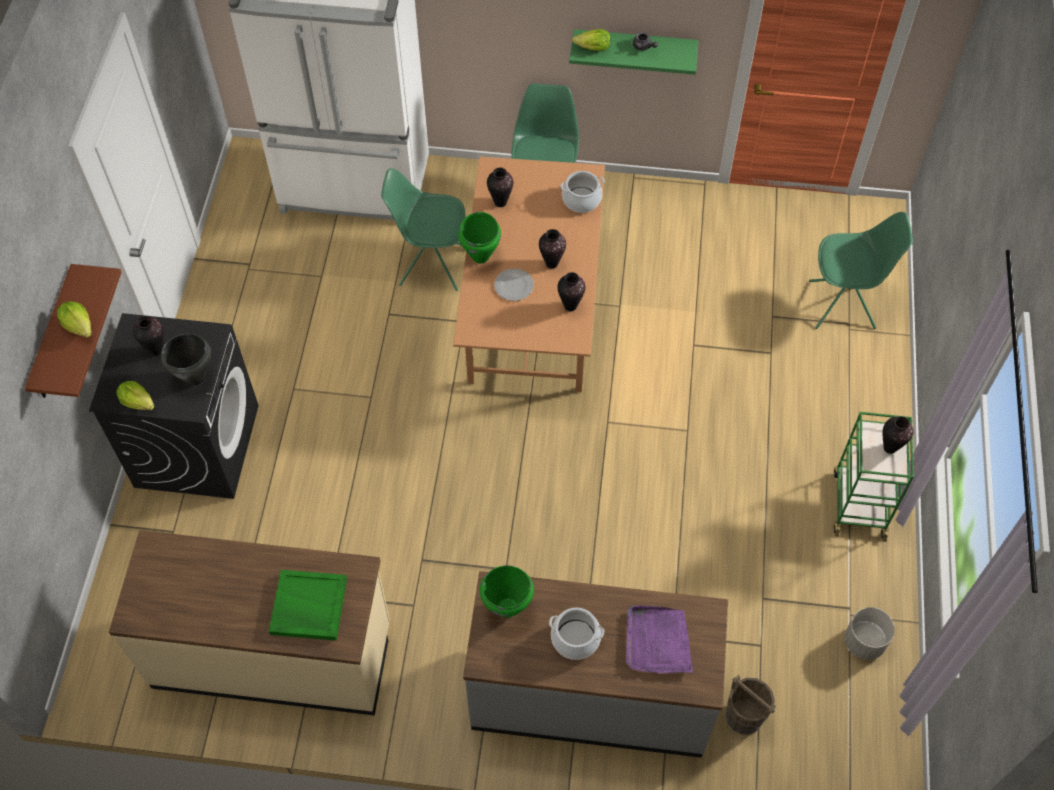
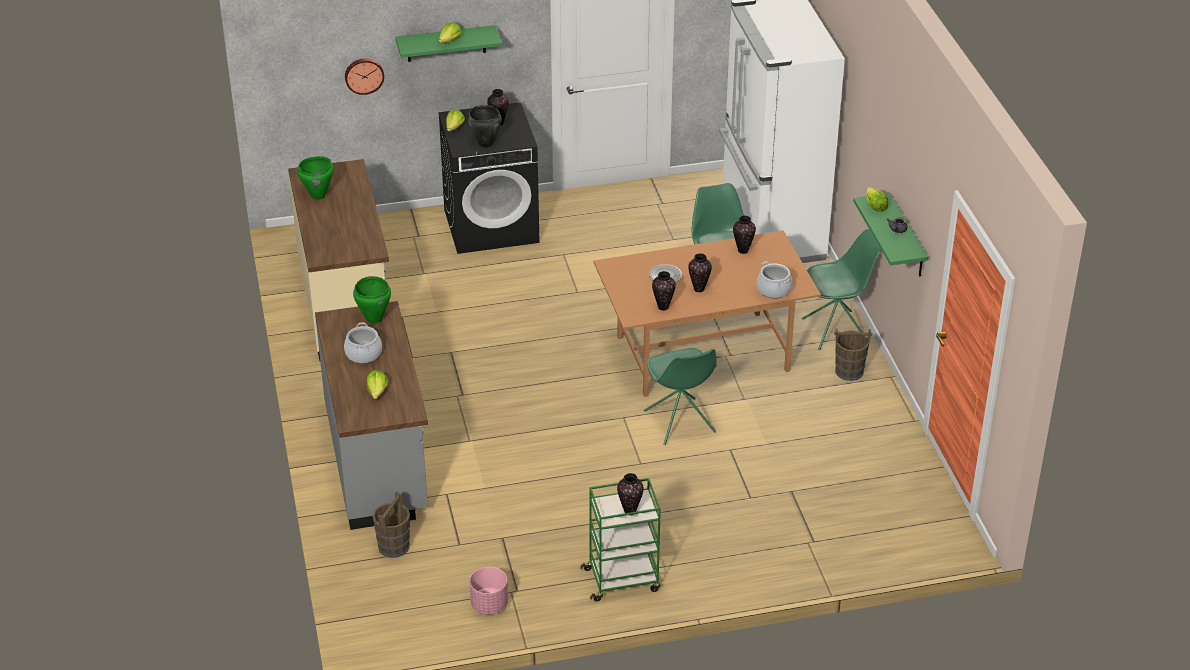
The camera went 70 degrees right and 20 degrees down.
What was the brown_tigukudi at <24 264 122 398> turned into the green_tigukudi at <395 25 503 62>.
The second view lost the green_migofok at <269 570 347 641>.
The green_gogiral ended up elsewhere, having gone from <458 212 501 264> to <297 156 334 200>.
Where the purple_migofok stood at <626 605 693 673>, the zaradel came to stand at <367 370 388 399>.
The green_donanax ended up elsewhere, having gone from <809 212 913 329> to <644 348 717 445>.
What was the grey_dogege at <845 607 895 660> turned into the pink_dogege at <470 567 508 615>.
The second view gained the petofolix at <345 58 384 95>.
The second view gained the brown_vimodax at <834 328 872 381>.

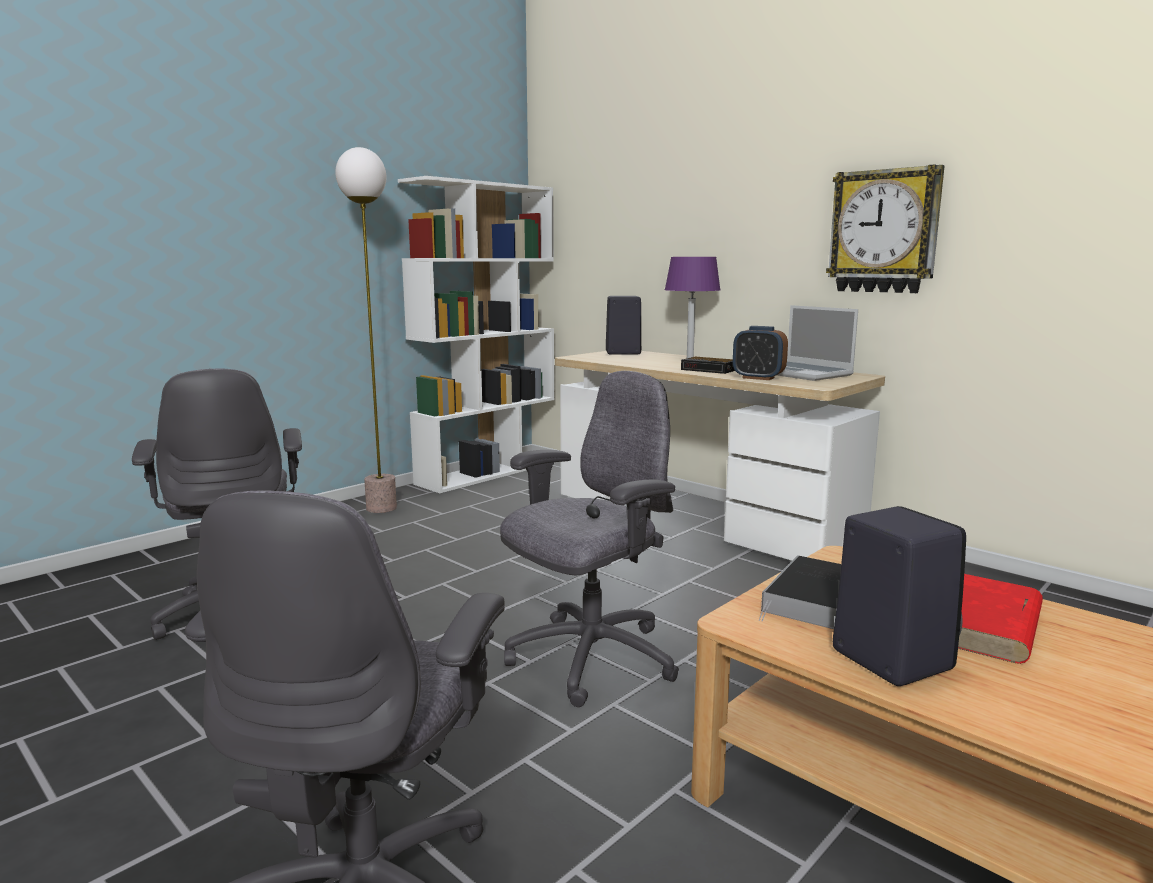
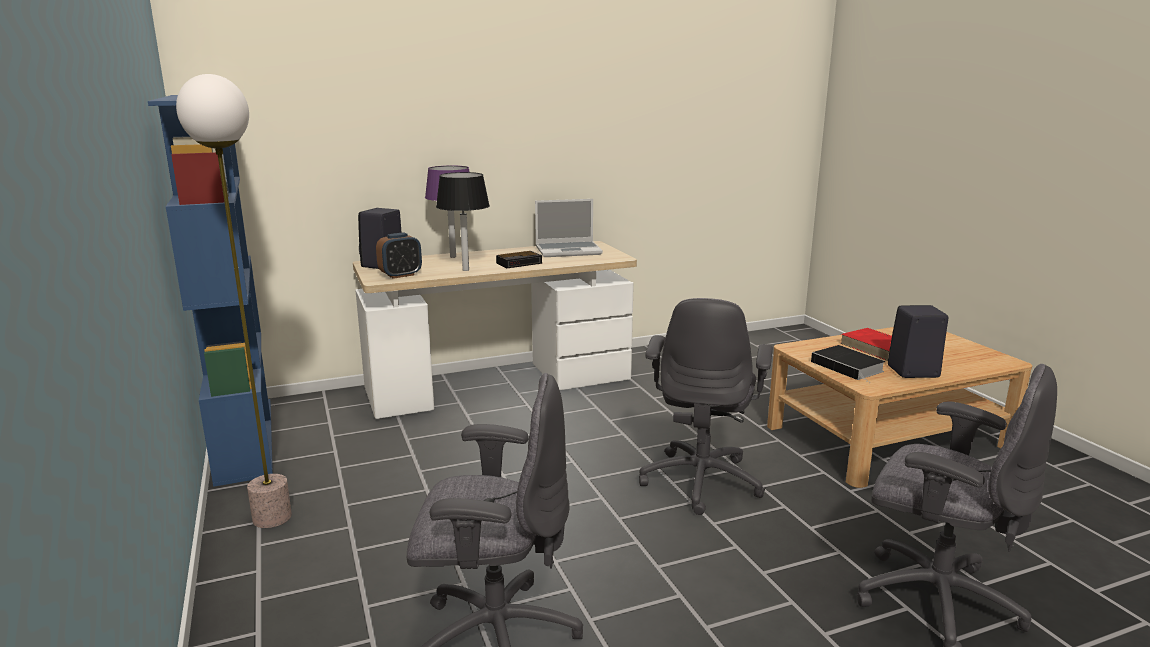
The camera went 65 degrees left and 5 degrees up.
What was the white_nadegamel at <398 176 555 493> turned into the blue_nadegamel at <148 95 273 487>.
The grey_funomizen at <500 371 679 707> ended up facing another way, 150 degrees counterclockwise from before.
The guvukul ended up elsewhere, having gone from <733 326 788 380> to <376 232 422 279>.
The second view lost the petofolix at <826 164 945 293>.
The second view gained the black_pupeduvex at <436 172 490 271>.

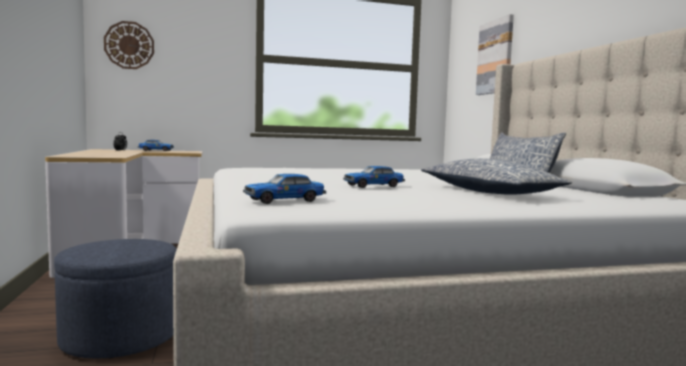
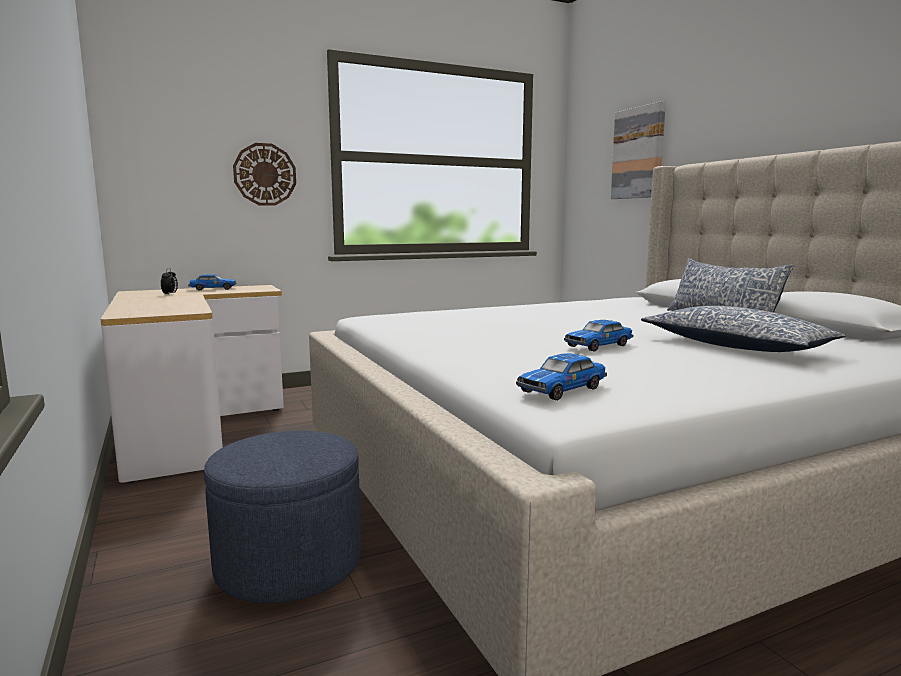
The camera went 10 degrees left and 5 degrees up.
The petofolix ended up elsewhere, having gone from <104 21 154 69> to <233 143 296 206>.

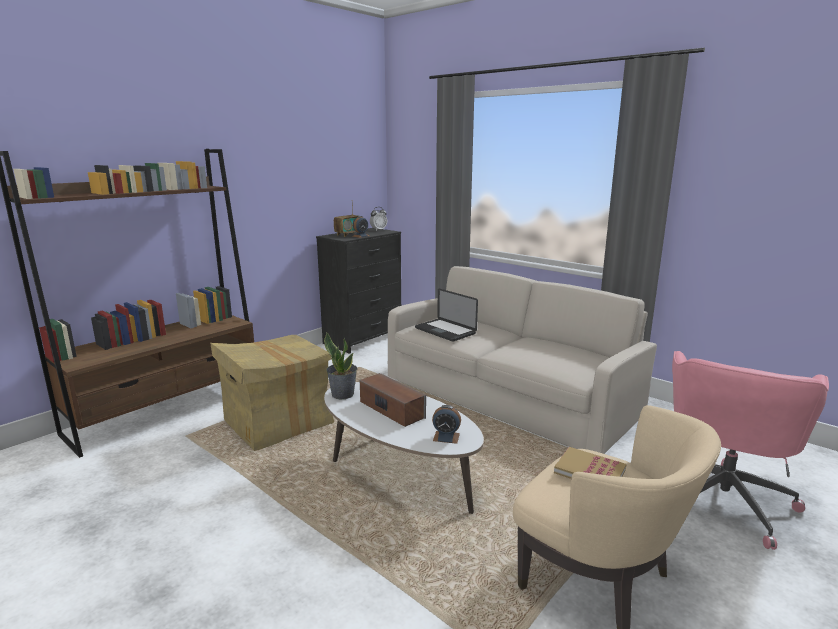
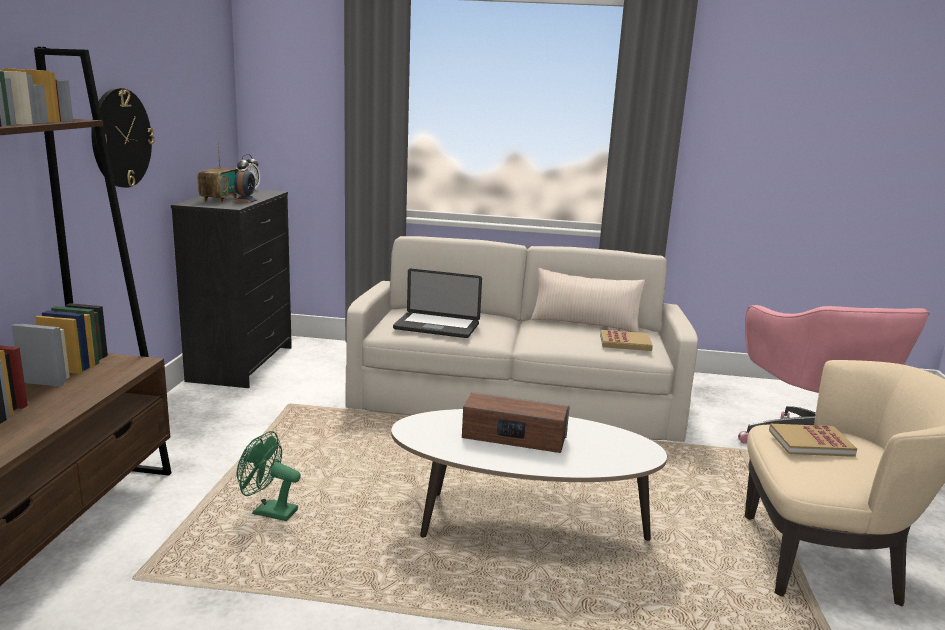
The camera went 35 degrees left and 0 degrees up.
Where the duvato stood at <210 335 334 451>, the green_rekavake came to stand at <237 431 301 521>.
The second view lost the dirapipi at <324 332 357 399>.
The second view lost the guvukul at <432 405 461 444>.
The second view gained the petofolix at <91 88 155 188>.
The second view gained the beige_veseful at <531 268 645 333>.
The second view gained the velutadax at <600 330 653 351>.

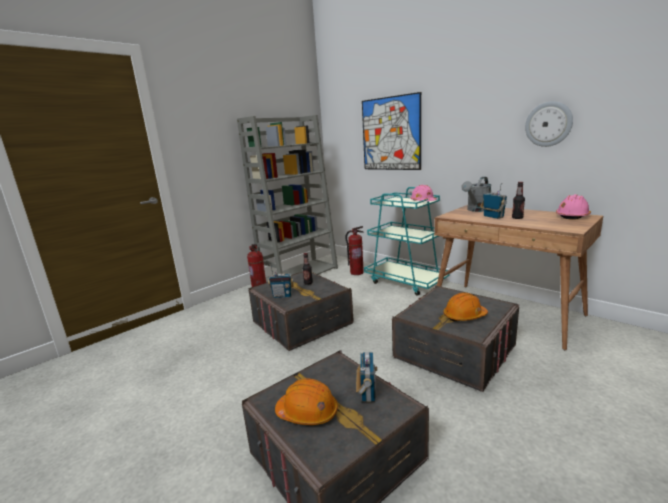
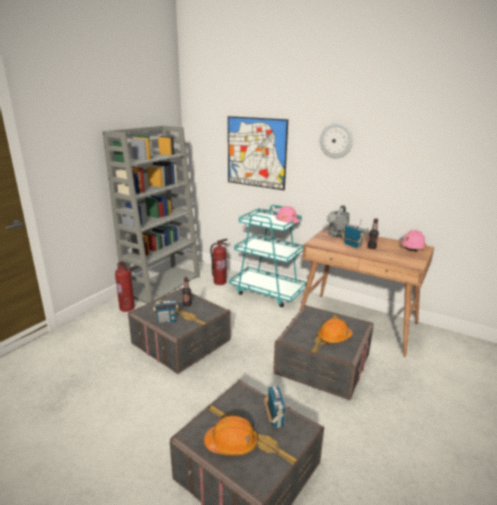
The camera went 15 degrees left and 5 degrees up.
The petofolix ended up elsewhere, having gone from <525 101 573 147> to <320 123 353 158>.

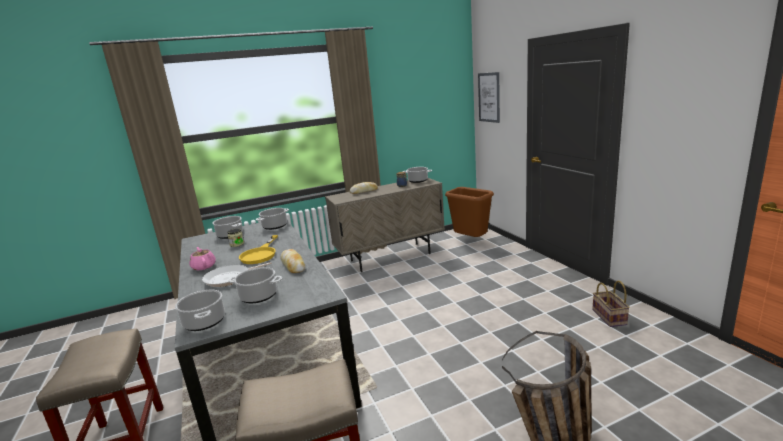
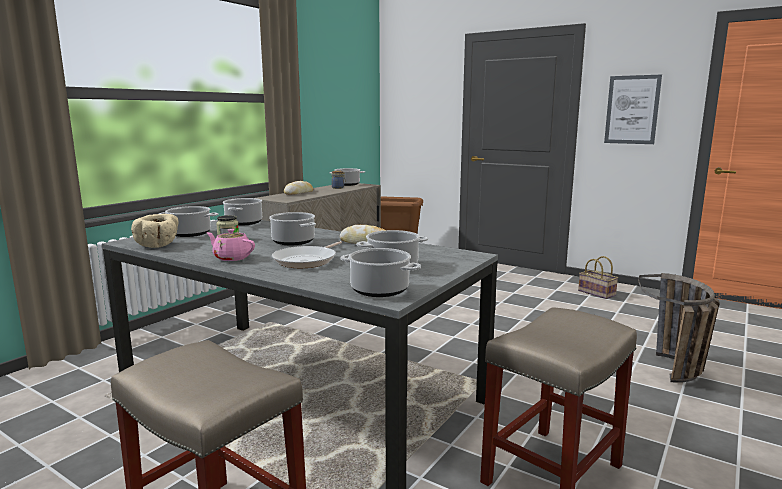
The camera went 35 degrees left and 5 degrees down.
Where the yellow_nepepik stood at <239 235 278 264>, the gogiral came to stand at <269 212 316 245>.
The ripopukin ended up elsewhere, having gone from <478 72 500 123> to <604 74 662 144>.
The second view gained the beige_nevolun at <131 214 179 248>.

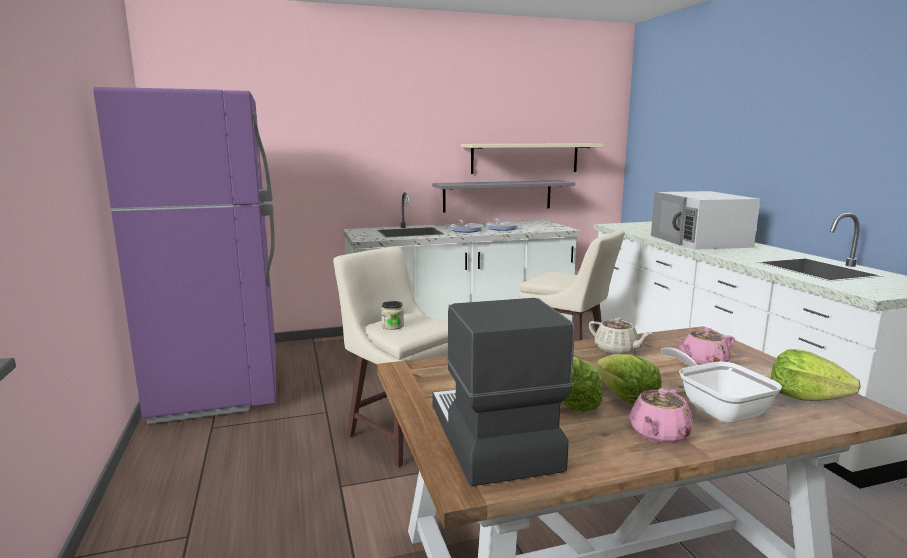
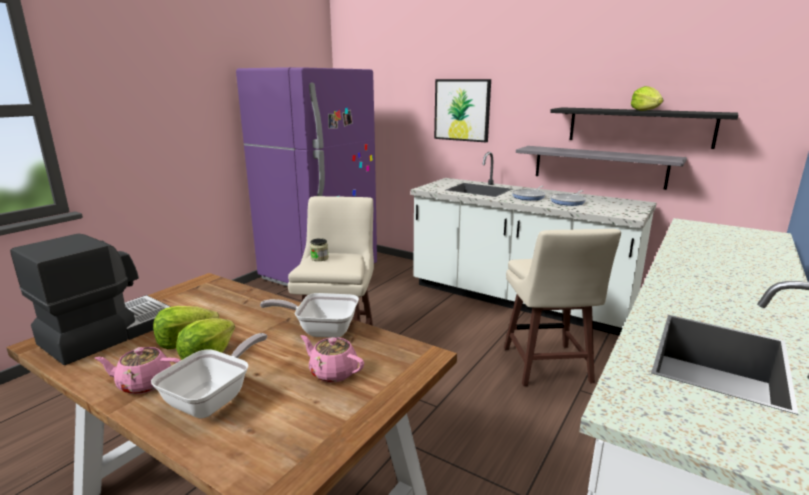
The camera went 50 degrees right and 5 degrees up.
What was the beige_tigukudi at <461 143 603 174> turned into the black_tigukudi at <550 107 738 149>.
Where the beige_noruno stood at <589 317 653 354>, the nepepik came to stand at <260 293 359 338>.
The second view lost the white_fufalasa at <651 191 760 250>.
The zaradel ended up elsewhere, having gone from <771 349 861 401> to <631 86 663 111>.
The second view gained the ripopukin at <434 79 491 142>.

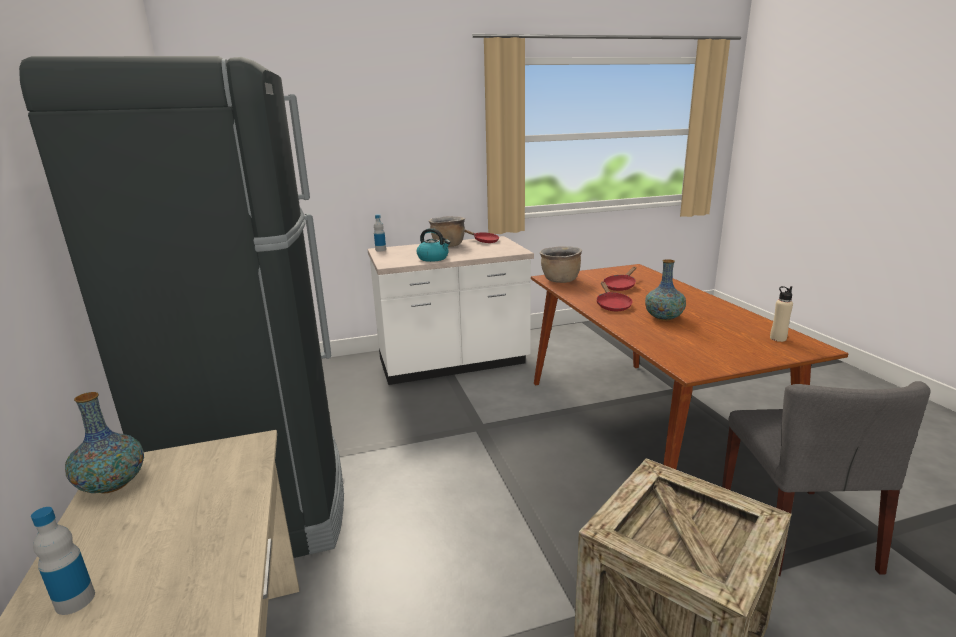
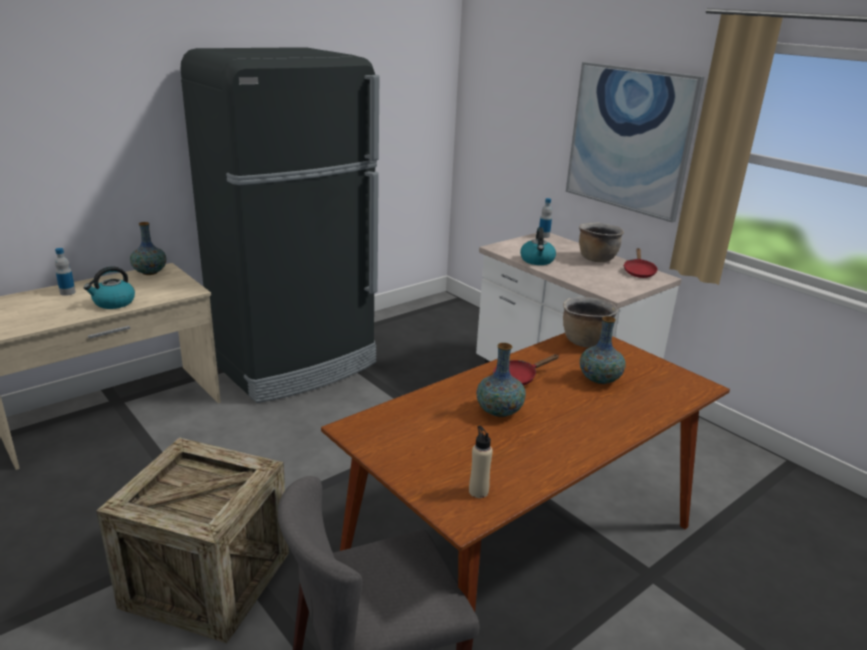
The camera went 65 degrees right and 5 degrees up.
Where the red_nepepik stood at <603 267 636 291>, the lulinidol came to stand at <580 316 626 384>.
The second view gained the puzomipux at <84 266 135 309>.
The second view gained the ripopukin at <566 62 704 223>.

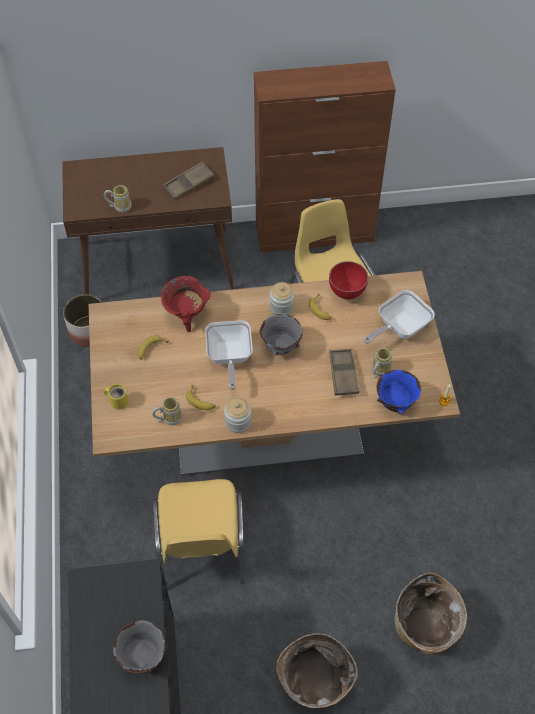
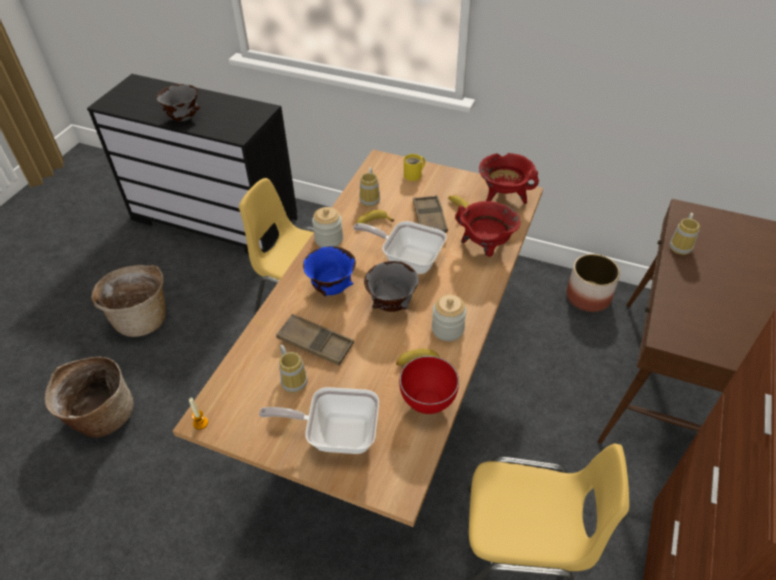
The camera went 120 degrees right and 10 degrees down.
The brown_migofok ended up elsewhere, having gone from <163 162 214 200> to <413 195 448 233>.
The nepepik at <364 290 435 344> ended up facing another way, 75 degrees counterclockwise from before.
The blue_nevolun ended up elsewhere, having gone from <377 370 421 414> to <303 246 356 296>.
The second view gained the red_gogiral at <479 153 539 204>.

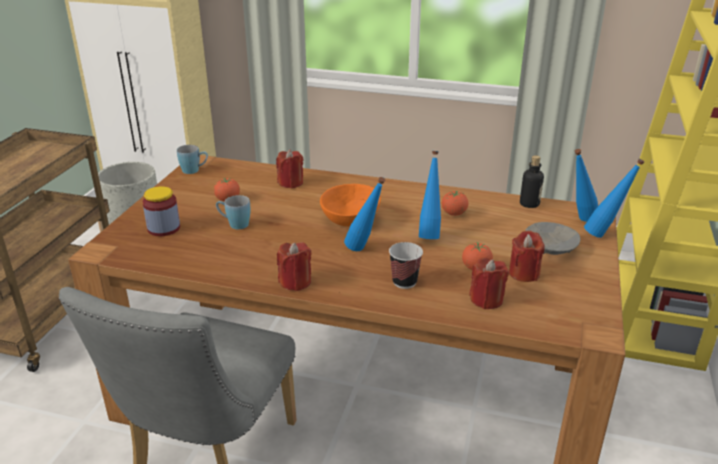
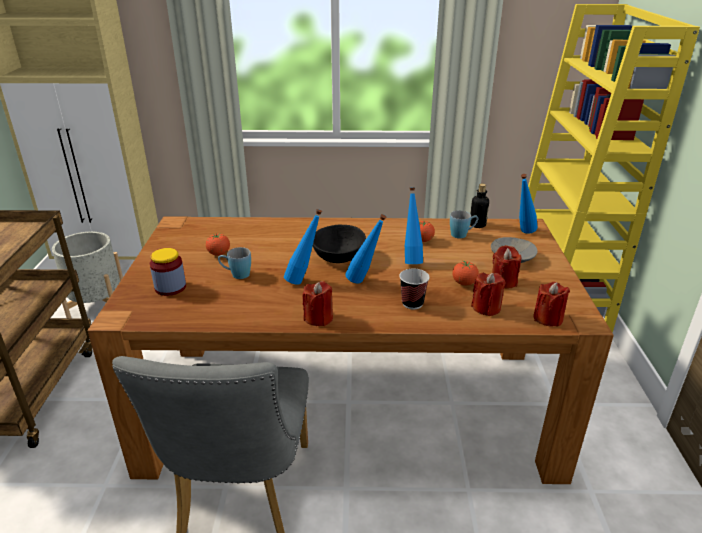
The camera went 15 degrees left and 0 degrees up.
The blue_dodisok ended up elsewhere, having gone from <177 145 208 174> to <450 211 479 238>.
The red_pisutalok ended up elsewhere, having gone from <276 149 303 189> to <533 282 570 327>.
What was the orange_nevolun at <320 184 381 227> turned into the black_nevolun at <313 225 366 263>.
The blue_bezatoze ended up elsewhere, having gone from <584 159 644 238> to <284 209 322 285>.

